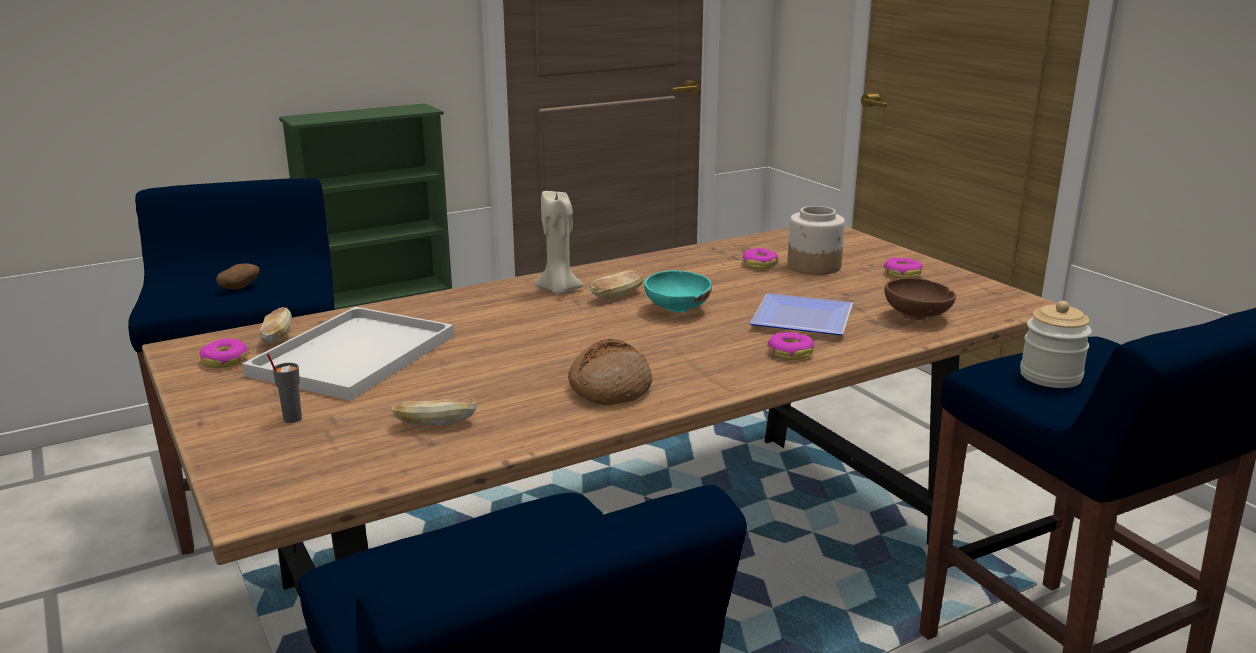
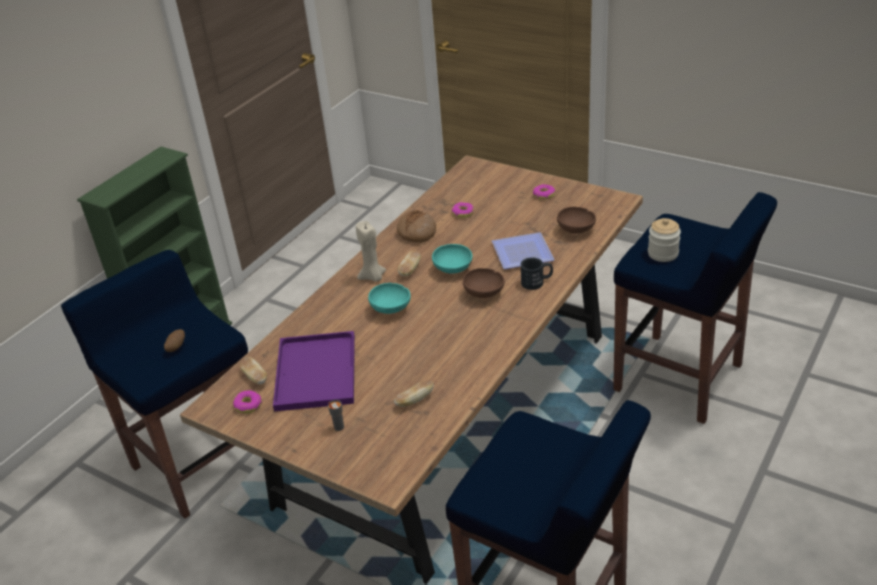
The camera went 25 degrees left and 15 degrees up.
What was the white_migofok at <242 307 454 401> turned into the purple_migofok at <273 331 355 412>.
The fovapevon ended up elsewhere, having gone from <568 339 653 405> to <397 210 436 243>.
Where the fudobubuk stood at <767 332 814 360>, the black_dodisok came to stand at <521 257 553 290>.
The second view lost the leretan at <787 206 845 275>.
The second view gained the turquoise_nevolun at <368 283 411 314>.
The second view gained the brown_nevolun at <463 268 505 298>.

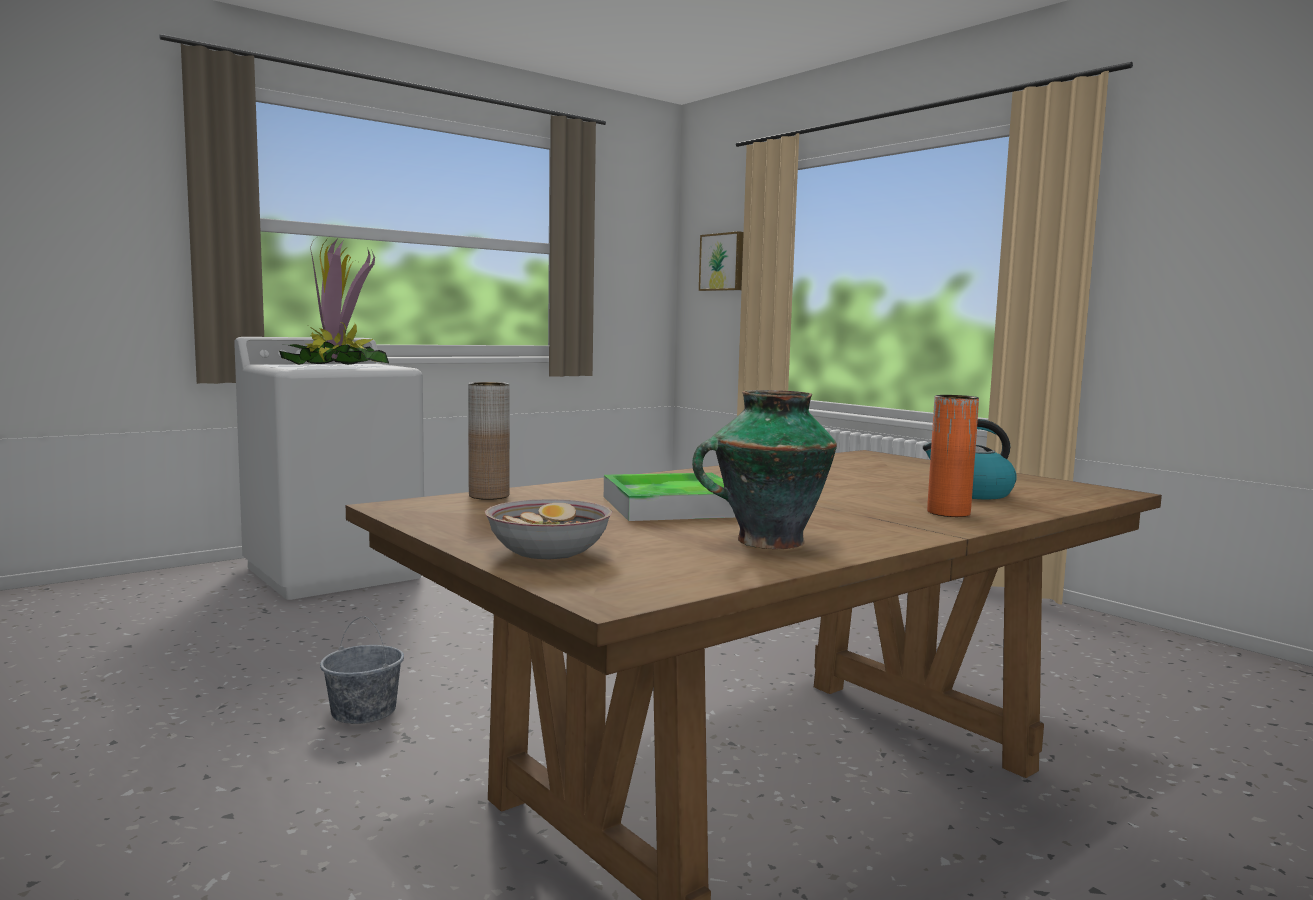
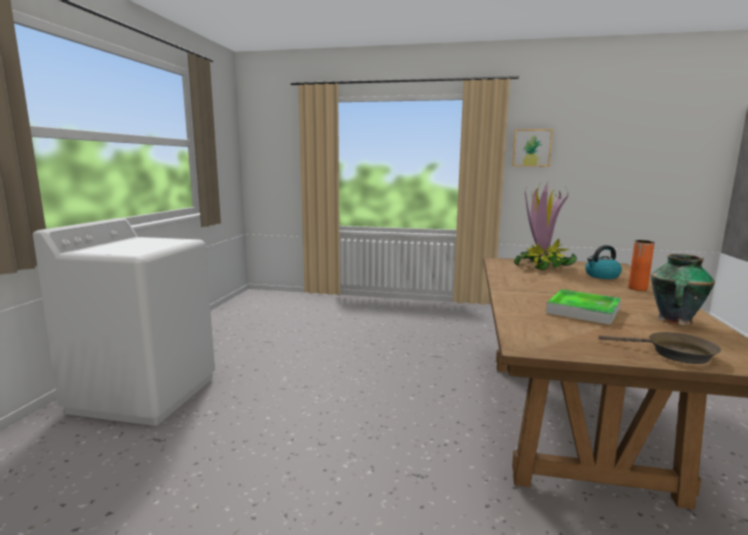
The camera went 40 degrees left and 5 degrees up.
The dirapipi ended up elsewhere, having gone from <279 234 389 365> to <514 180 577 270>.
The second view lost the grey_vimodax at <320 616 404 724>.
The second view lost the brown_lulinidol at <468 382 510 500>.
Where the nevolun stood at <485 499 612 560>, the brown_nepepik came to stand at <599 332 721 364>.
The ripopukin ended up elsewhere, having gone from <699 231 744 291> to <512 129 553 166>.

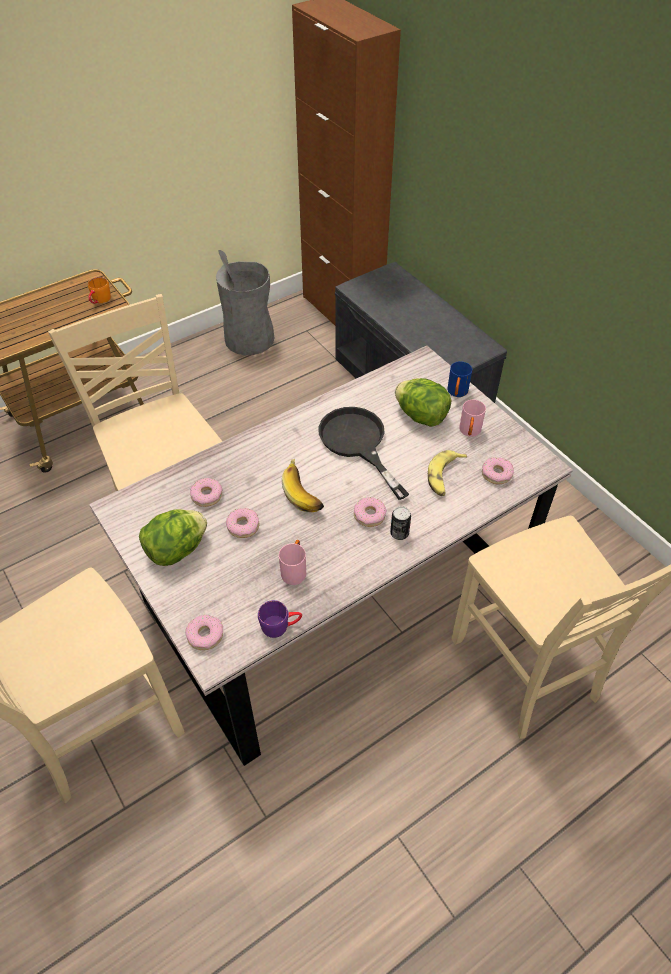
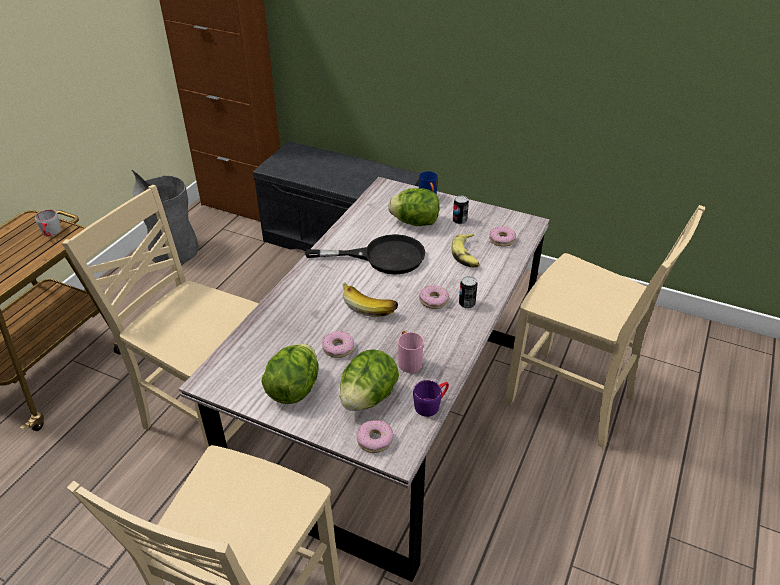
The camera went 30 degrees left and 10 degrees down.
What was the orange_dodisok at <88 277 111 304> turned into the grey_dodisok at <35 210 61 237>.
The second view lost the fudobubuk at <190 478 223 507>.
The black_nepepik at <318 407 409 500> ended up facing another way, 150 degrees clockwise from before.
Where the pink_dodisok stood at <459 400 486 437>, the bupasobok came to stand at <453 196 469 224>.
The second view gained the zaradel at <340 349 399 411>.

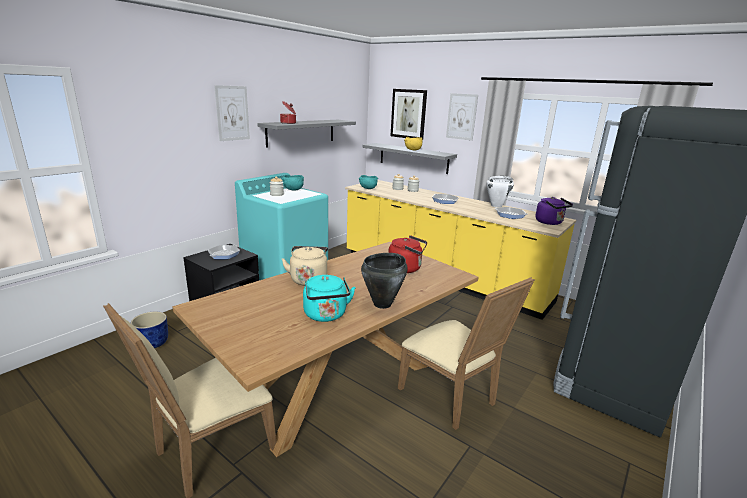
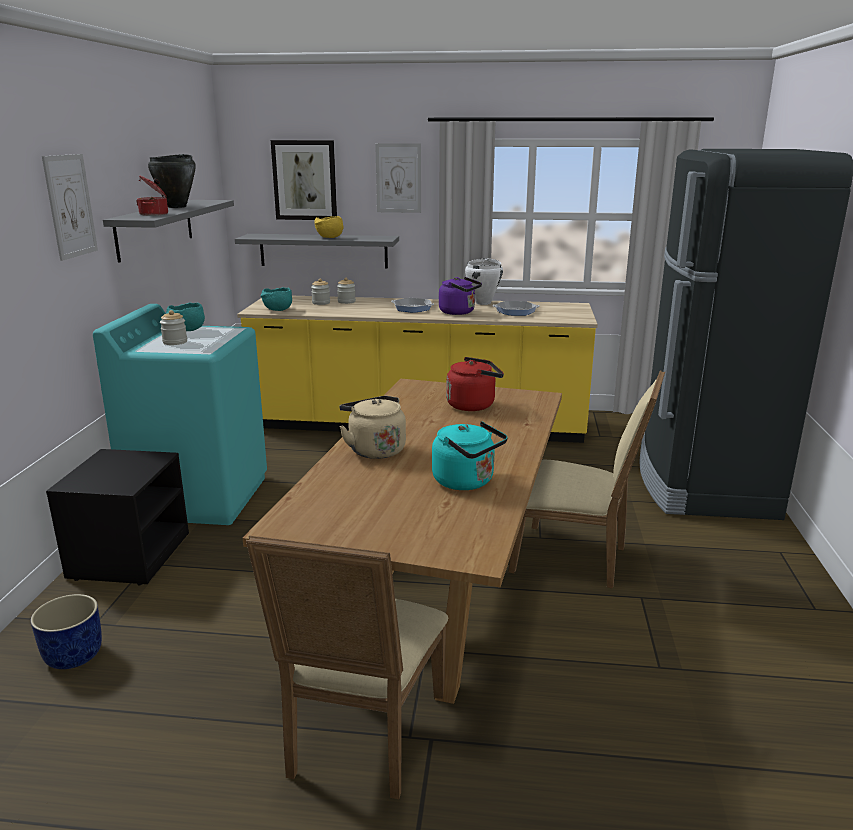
The camera went 30 degrees left and 0 degrees up.
The second view lost the nepepik at <208 245 240 259>.
The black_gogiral ended up elsewhere, having gone from <361 253 407 309> to <148 154 196 208>.
The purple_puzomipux ended up elsewhere, having gone from <536 197 573 225> to <439 277 482 315>.

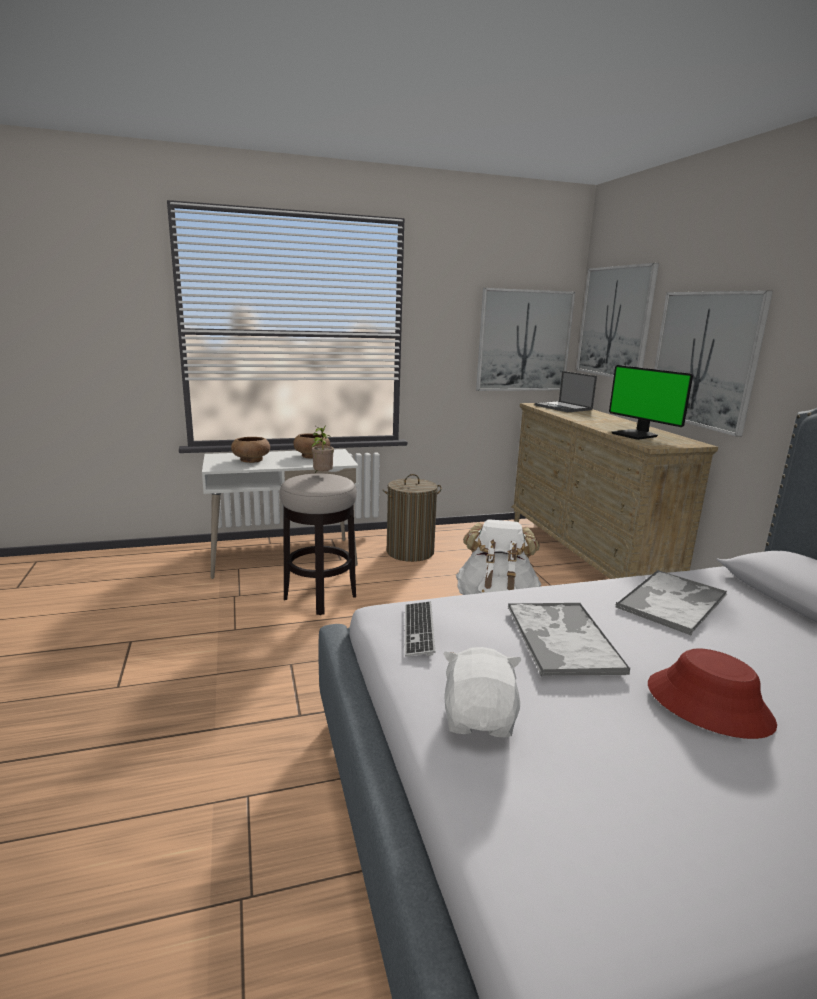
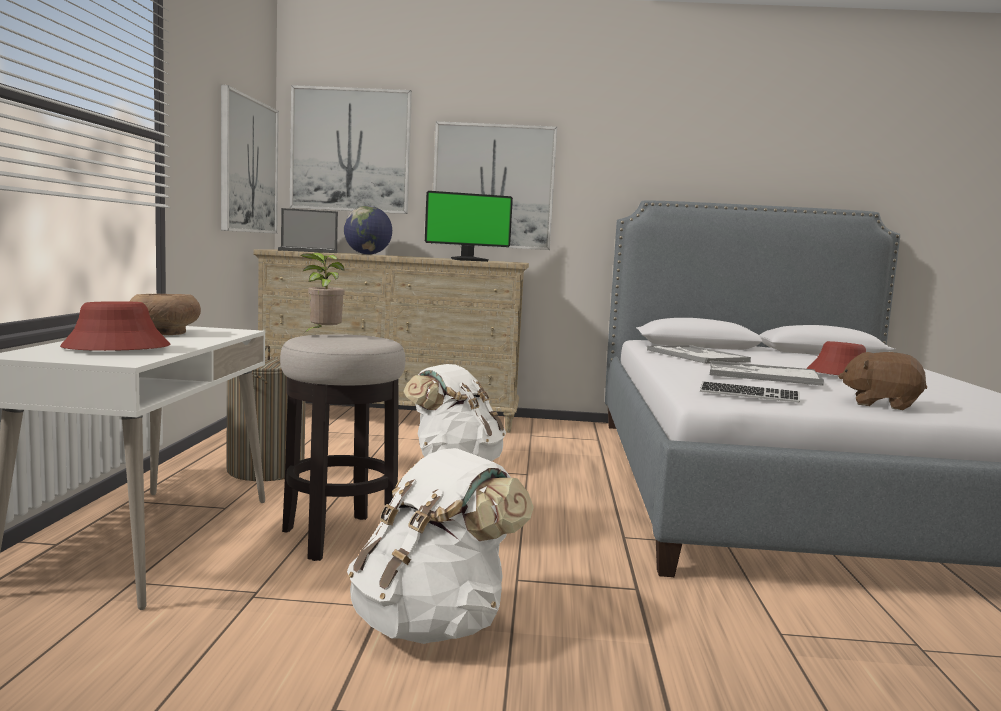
The camera went 70 degrees left and 10 degrees down.
Where the brown_nevolun stood at <231 437 270 463>, the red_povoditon came to stand at <60 301 170 351>.
What was the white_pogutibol at <443 647 521 737> turned into the brown_pogutibol at <838 352 927 410>.
The second view gained the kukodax at <344 206 392 255>.
The second view gained the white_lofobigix at <347 448 534 644>.

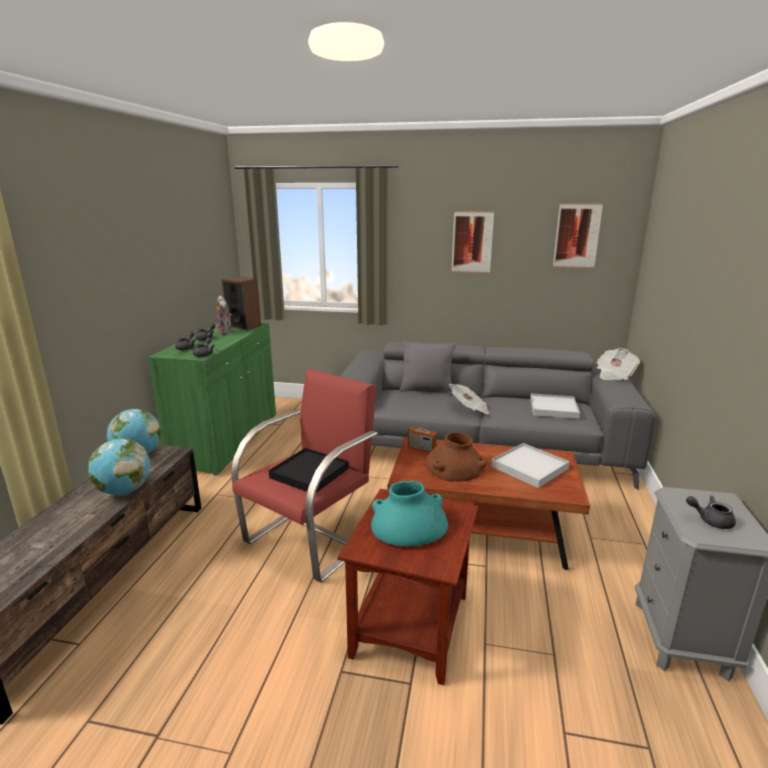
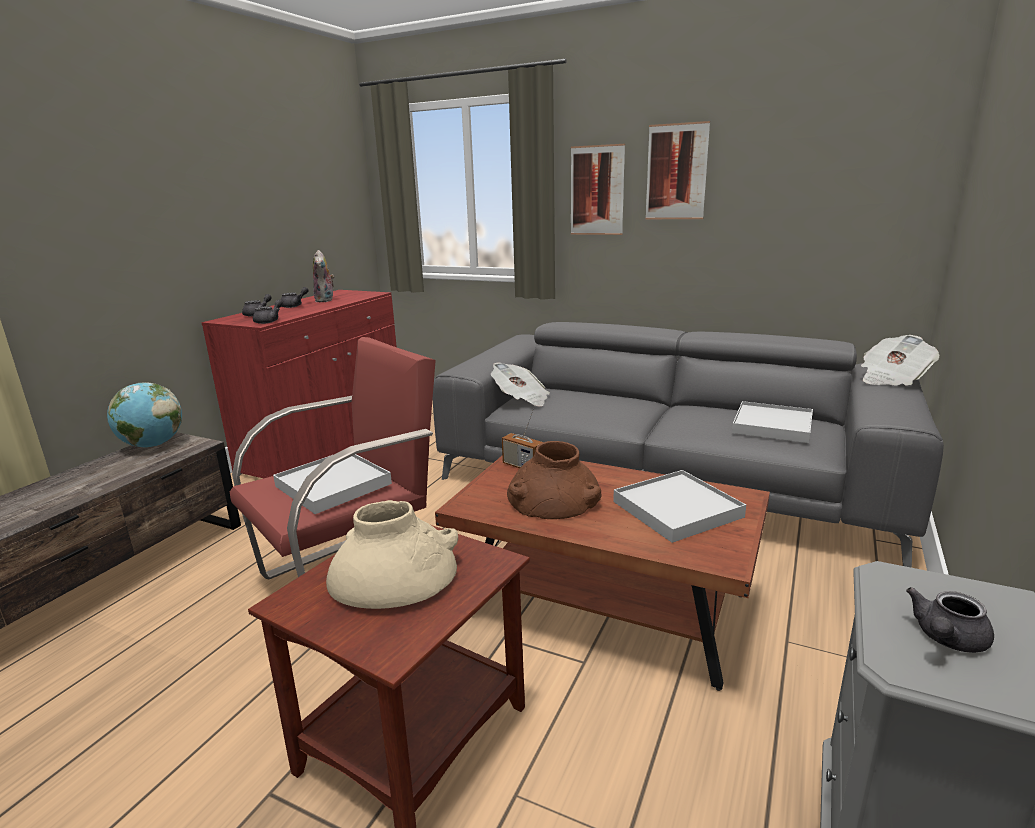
The camera went 15 degrees right and 0 degrees up.
The second view lost the kukodax at <88 439 150 495>.
What was the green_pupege at <148 323 276 476> turned into the red_pupege at <201 290 397 478>.
The second view lost the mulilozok at <222 277 261 330>.
What was the black_migofok at <269 448 349 493> turned into the white_migofok at <273 454 392 514>.
What was the turquoise_lulinidol at <371 481 448 546> turned into the beige_lulinidol at <326 500 458 609>.
The second view lost the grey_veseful at <400 341 456 395>.
The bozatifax ended up elsewhere, having gone from <449 384 490 415> to <491 362 550 407>.
The ripopukin ended up elsewhere, having gone from <553 203 603 268> to <571 144 625 235>.
The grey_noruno at <686 495 736 529> ended up facing another way, 75 degrees counterclockwise from before.

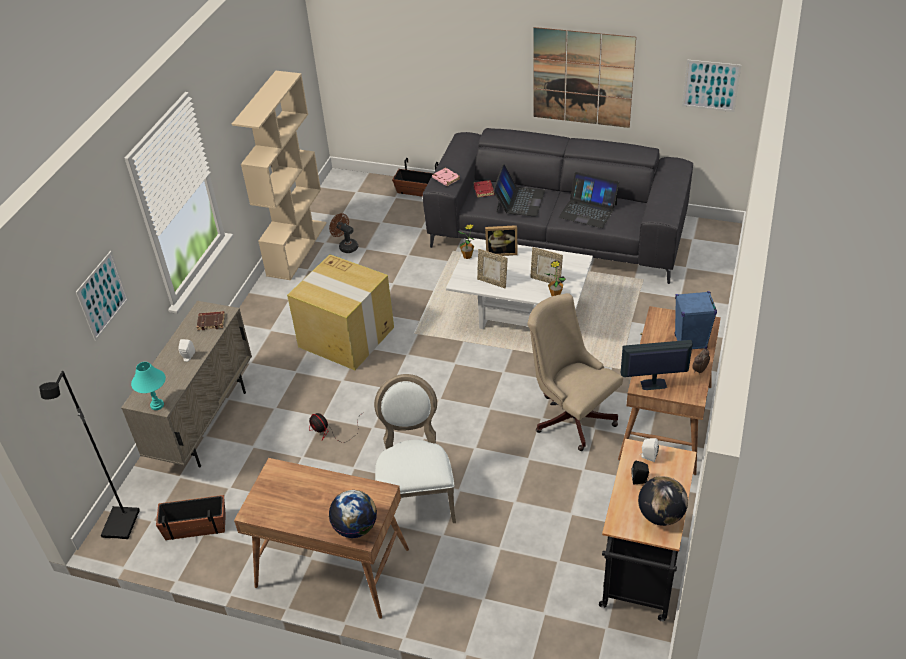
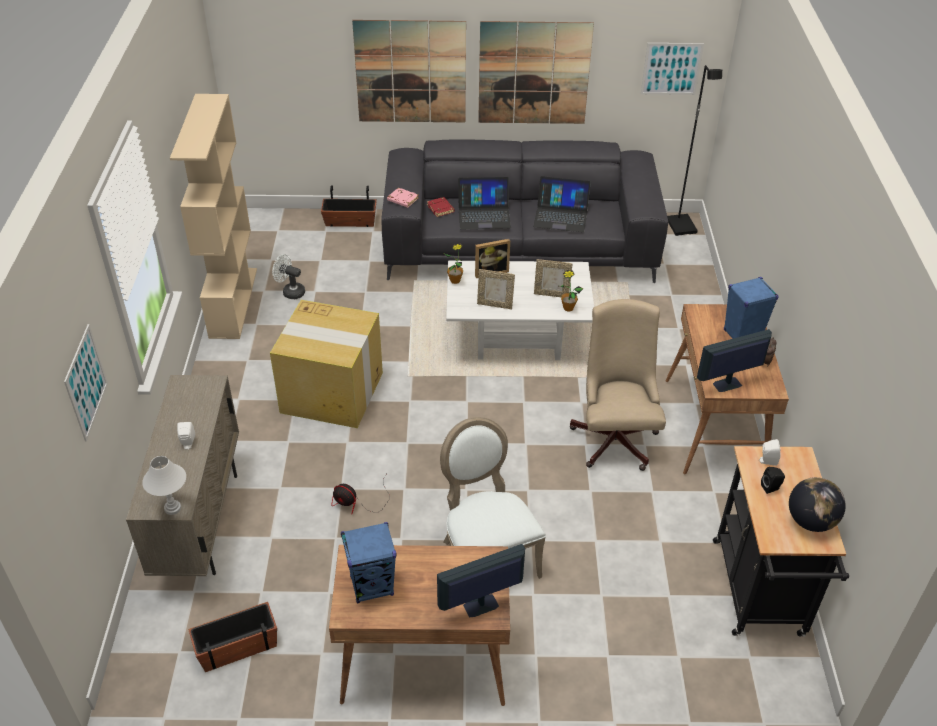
The camera went 20 degrees left and 0 degrees up.
The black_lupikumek ended up elsewhere, having gone from <39 371 140 539> to <667 65 722 236>.
What was the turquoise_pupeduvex at <131 362 166 410> turned into the white_pupeduvex at <142 456 186 515>.
The second view lost the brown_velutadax at <197 311 225 330>.
What was the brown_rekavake at <329 213 358 253> turned into the white_rekavake at <272 254 305 299>.
Where the kukodax stood at <329 490 377 538>, the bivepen came to stand at <437 544 525 617>.
The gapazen at <493 164 545 217> ended up facing another way, 90 degrees clockwise from before.
The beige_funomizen at <527 293 623 451> ended up facing another way, 60 degrees clockwise from before.
The second view gained the blue_mulilozok at <341 522 396 604>.
The second view gained the ripopukin at <352 20 466 122>.

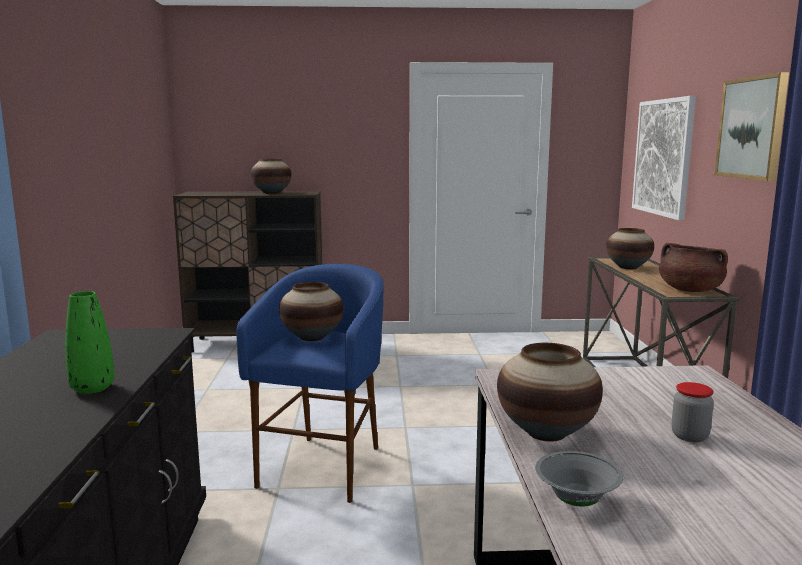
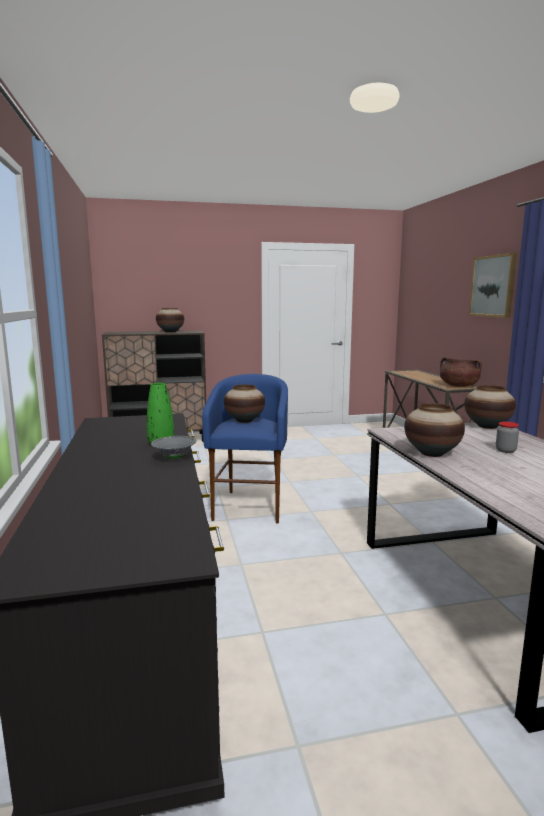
The camera went 10 degrees left and 0 degrees up.
The grey_nevolun ended up elsewhere, having gone from <535 451 624 506> to <151 436 197 460>.
The lulinidol ended up elsewhere, having gone from <606 228 654 269> to <464 385 516 429>.
The second view lost the ripopukin at <632 96 696 220>.

